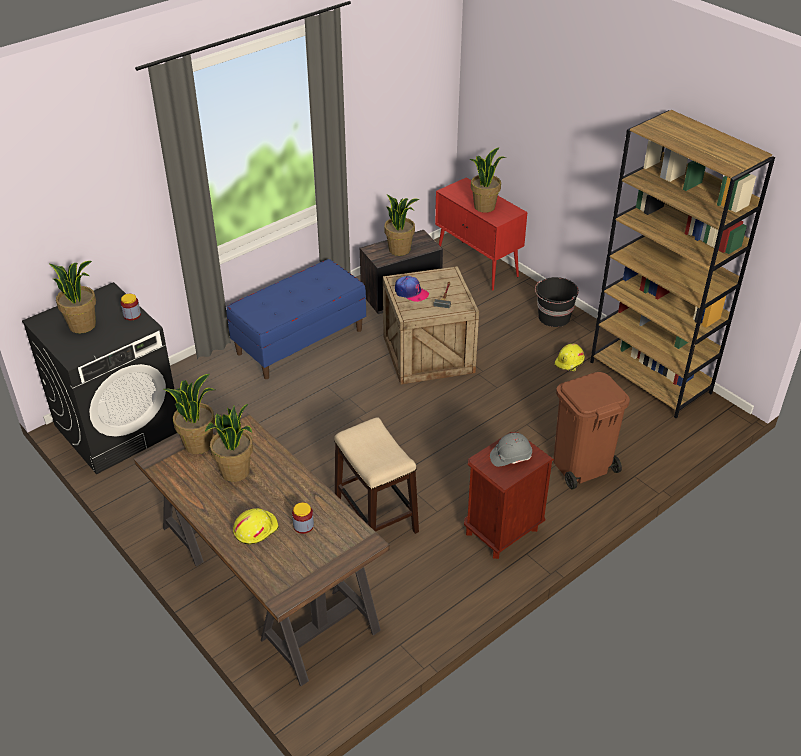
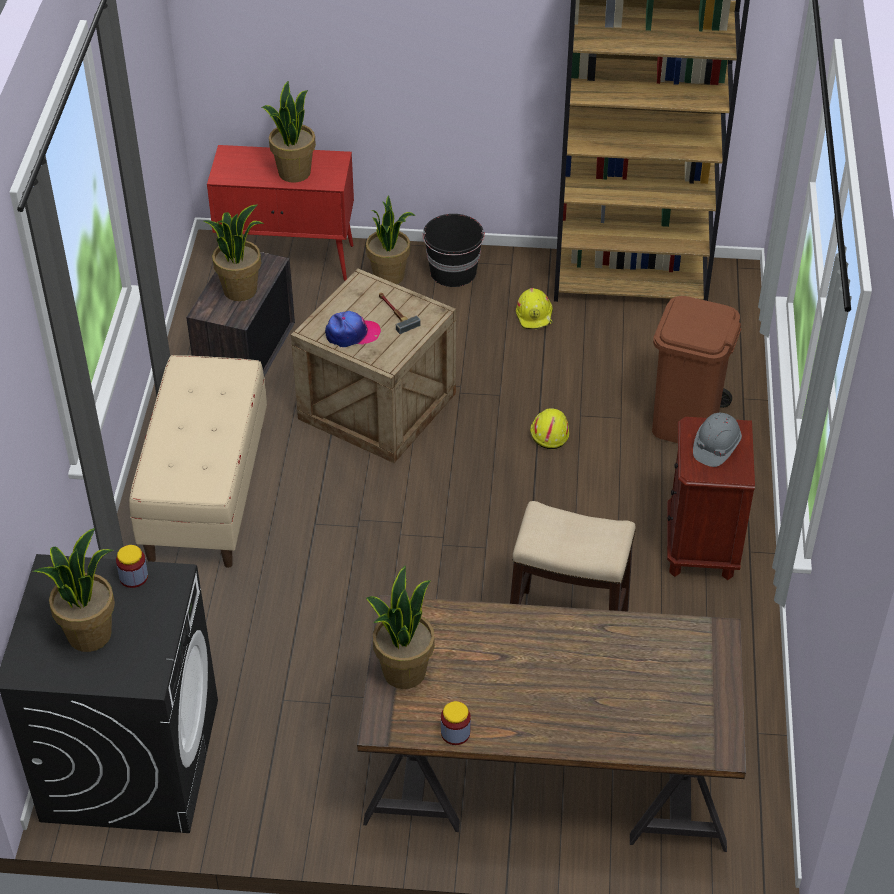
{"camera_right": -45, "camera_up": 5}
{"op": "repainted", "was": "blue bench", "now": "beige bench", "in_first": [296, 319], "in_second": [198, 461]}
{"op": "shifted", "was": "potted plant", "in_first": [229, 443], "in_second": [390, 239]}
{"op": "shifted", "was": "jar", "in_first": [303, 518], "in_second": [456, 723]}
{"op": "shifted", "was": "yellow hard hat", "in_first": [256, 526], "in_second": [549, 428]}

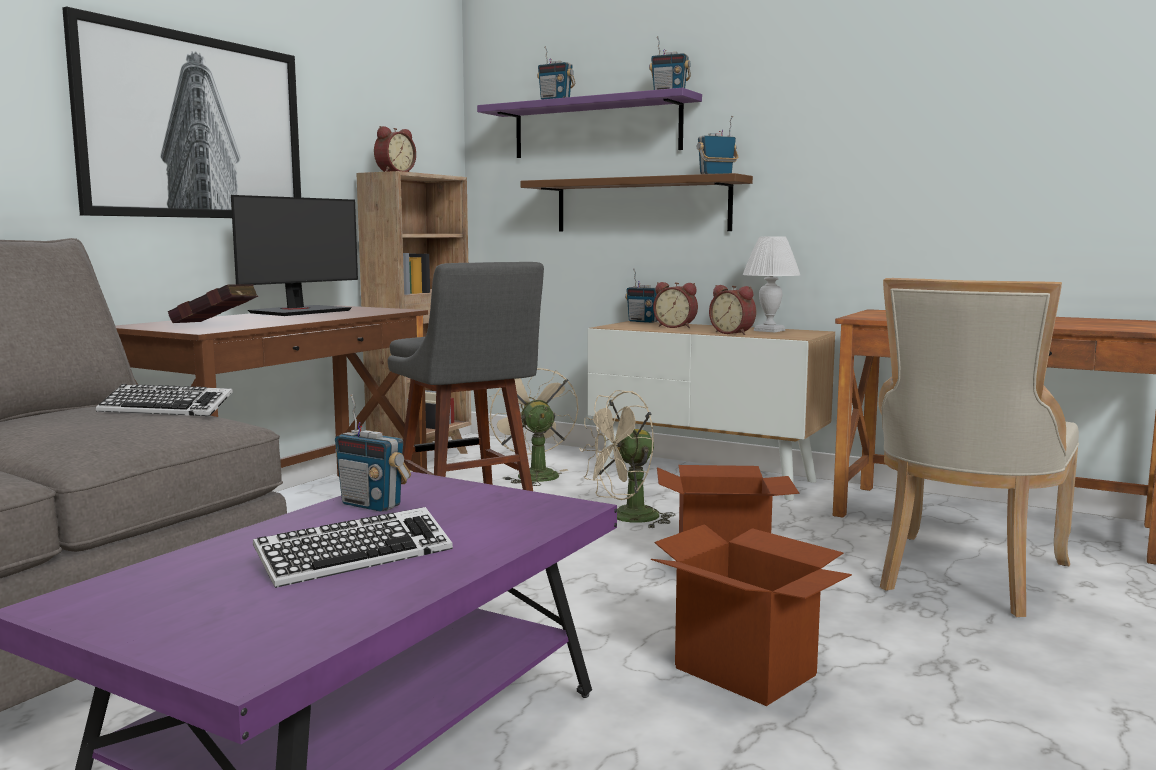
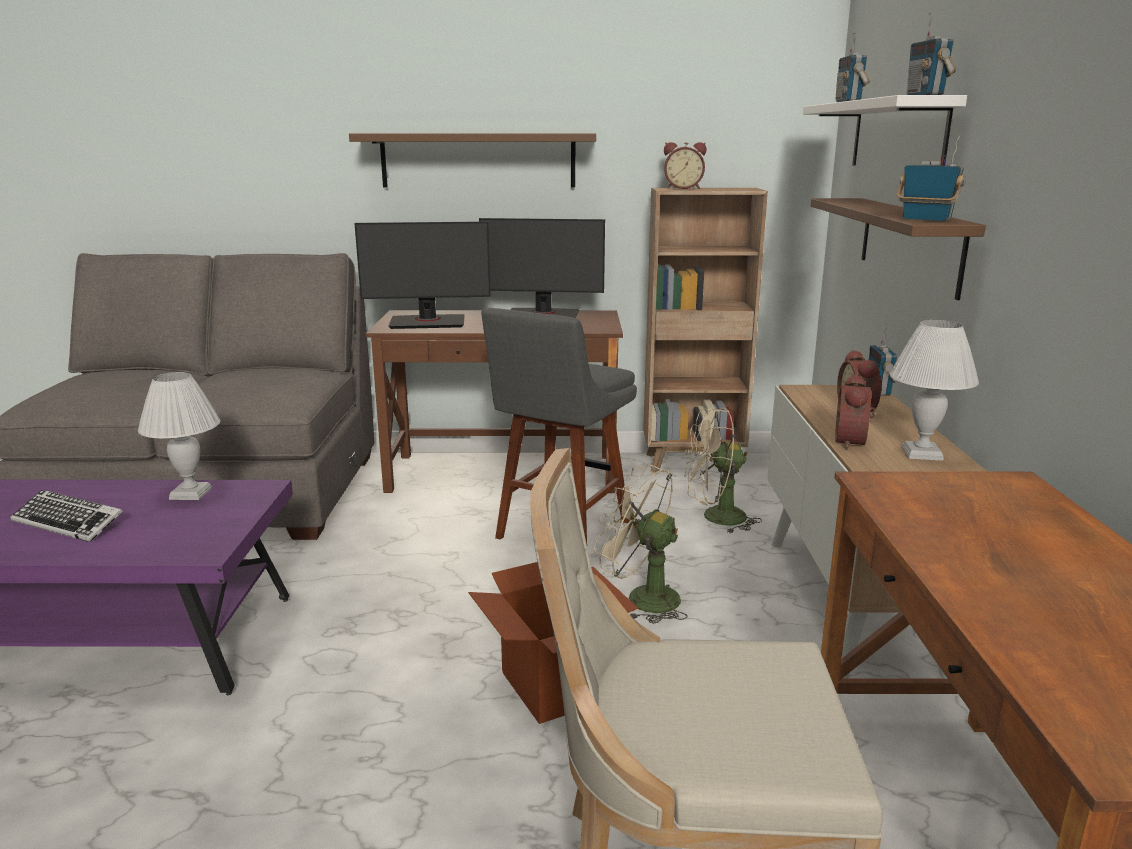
{"camera_right": 60, "camera_up": 10}
{"op": "swapped", "was": "radio", "now": "white table lamp", "in_first": [373, 453], "in_second": [179, 436]}
{"op": "swapped", "was": "picture", "now": "brown shelf", "in_first": [181, 112], "in_second": [472, 160]}
{"op": "swapped", "was": "red book", "now": "monitor", "in_first": [213, 303], "in_second": [423, 275]}
{"op": "rotated", "was": "beige fan", "in_first": [533, 427], "in_second": [723, 470], "clockwise": -135}
{"op": "repainted", "was": "purple shelf", "now": "white shelf", "in_first": [589, 123], "in_second": [885, 130]}
{"op": "gone", "was": "keyboard", "in_first": [164, 400]}
{"op": "gone", "was": "cardboard box", "in_first": [751, 615]}

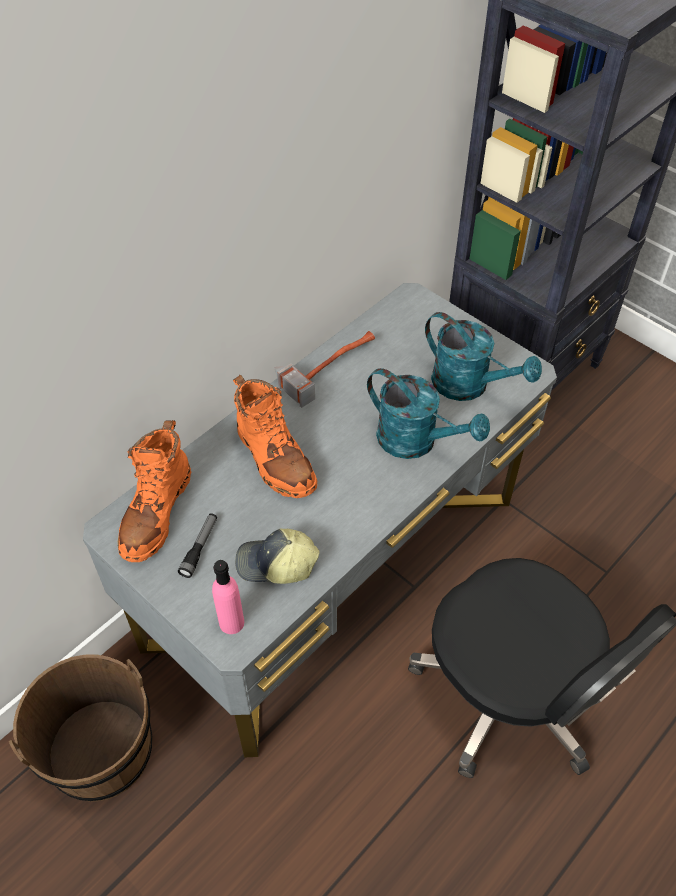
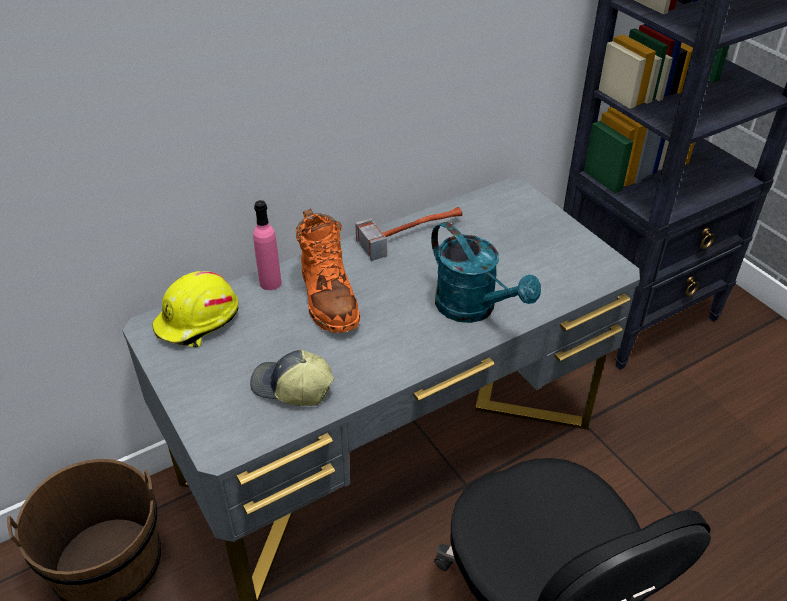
{"camera_right": 15, "camera_up": -10}
{"op": "swapped", "was": "orange boot", "now": "yellow hard hat", "in_first": [154, 491], "in_second": [195, 309]}
{"op": "shifted", "was": "pink bottle", "in_first": [228, 597], "in_second": [267, 245]}
{"op": "gone", "was": "flashlight", "in_first": [197, 545]}
{"op": "gone", "was": "turquoise watering can", "in_first": [483, 356]}

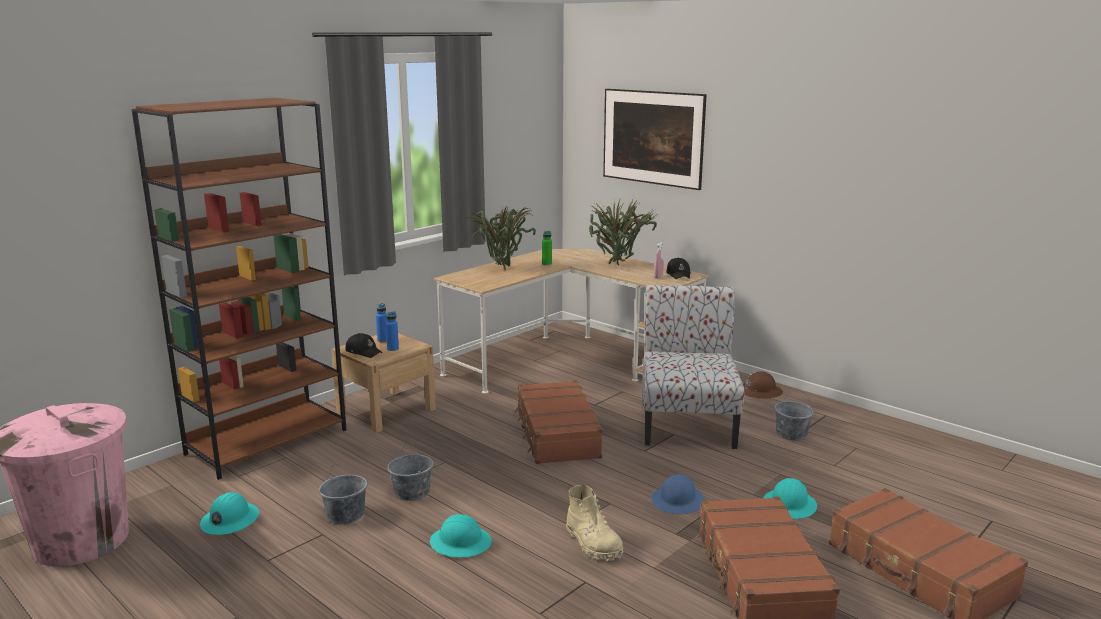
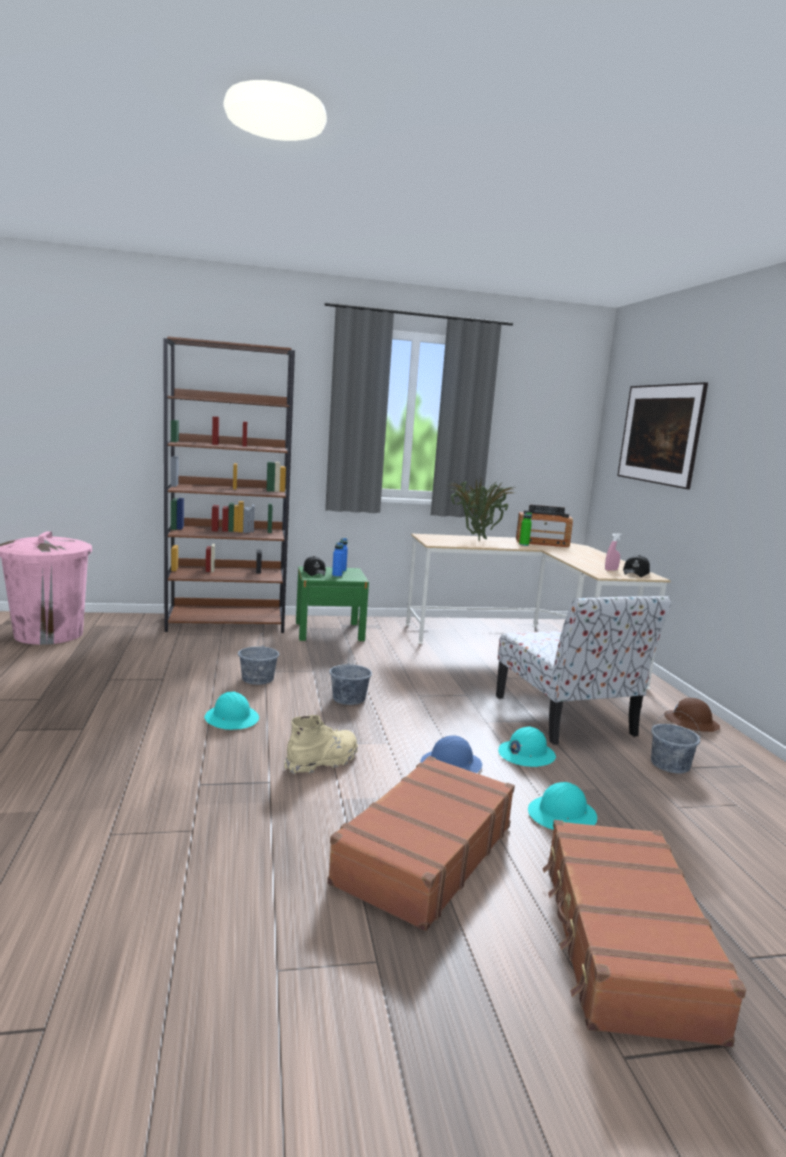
{"camera_right": 35, "camera_up": -5}
{"op": "rotated", "was": "beige boot", "in_first": [594, 523], "in_second": [321, 744], "clockwise": -135}
{"op": "repainted", "was": "beige nightstand", "now": "green nightstand", "in_first": [383, 383], "in_second": [332, 603]}
{"op": "shifted", "was": "grey bucket", "in_first": [343, 494], "in_second": [350, 678]}
{"op": "rotated", "was": "chair", "in_first": [693, 367], "in_second": [583, 670], "clockwise": 120}
{"op": "shifted", "was": "turquoise hard hat", "in_first": [229, 513], "in_second": [527, 747]}
{"op": "new", "now": "radio", "in_second": [544, 526]}
{"op": "gone", "was": "brown suitcase", "in_first": [558, 422]}
{"op": "gone", "was": "potted plant", "in_first": [623, 231]}

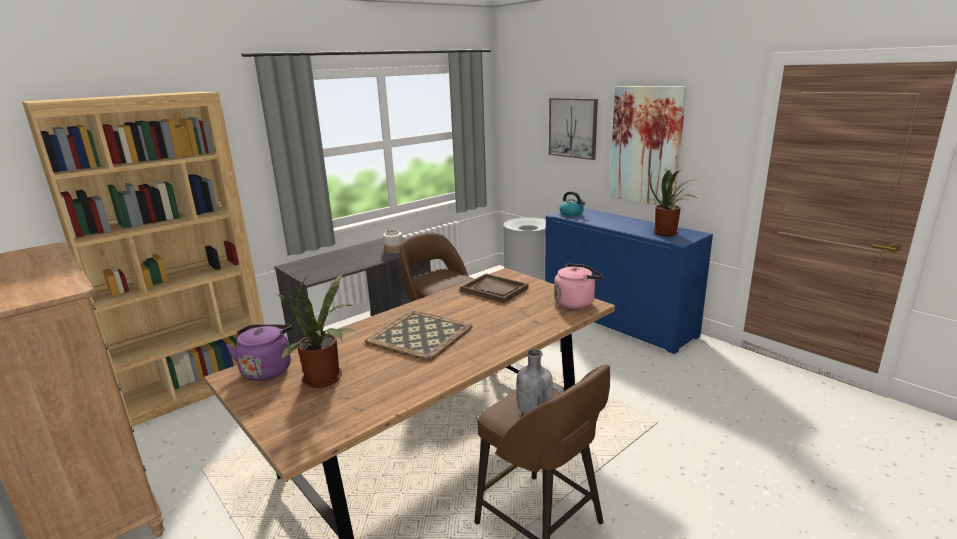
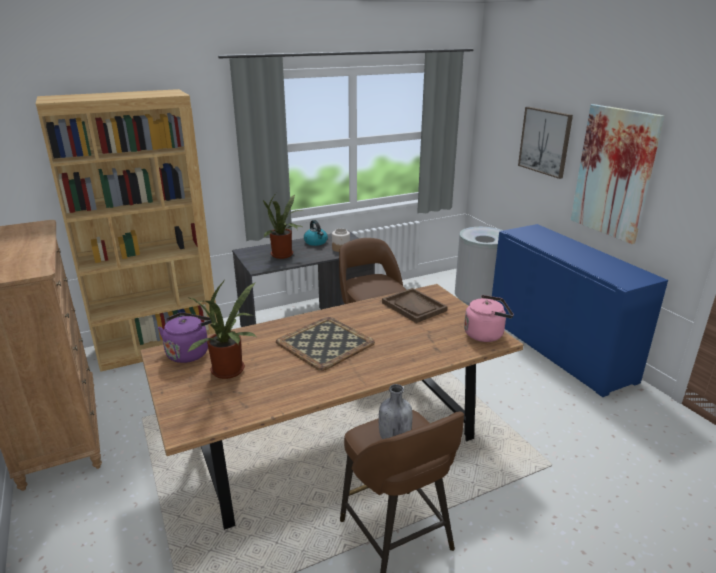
{"camera_right": 15, "camera_up": 5}
{"op": "shifted", "was": "potted plant", "in_first": [673, 202], "in_second": [283, 226]}
{"op": "shifted", "was": "kettle", "in_first": [572, 203], "in_second": [316, 233]}

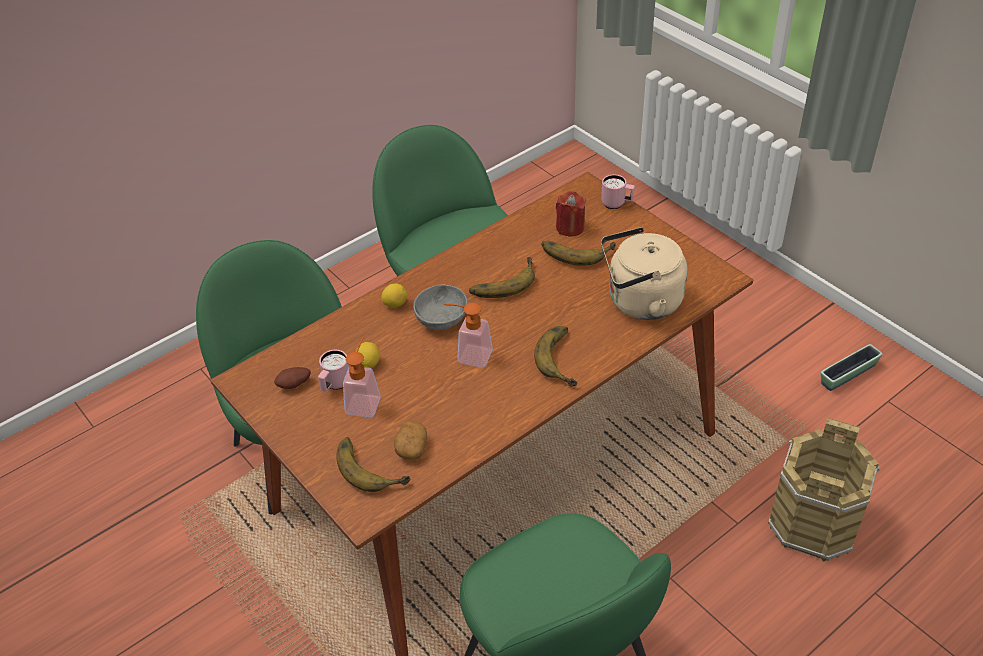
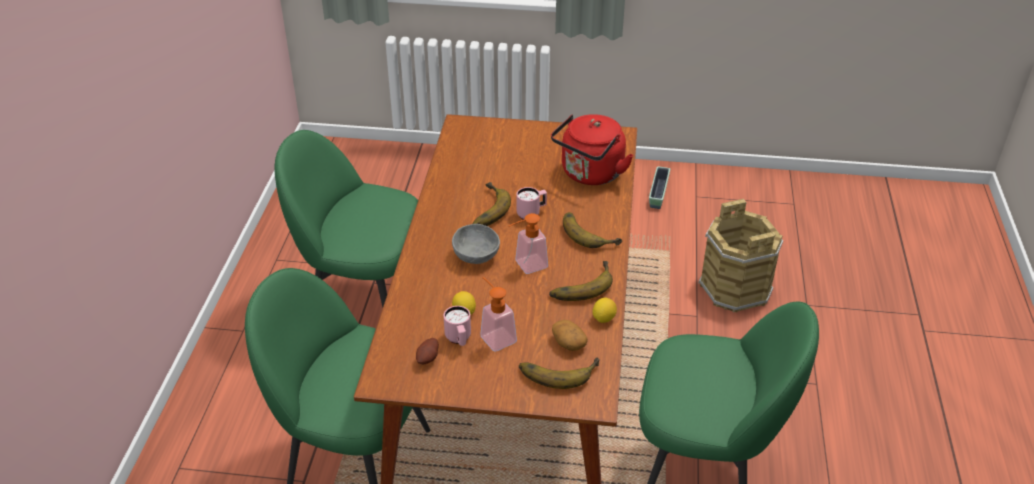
{"camera_right": -45, "camera_up": -5}
{"op": "shifted", "was": "pink mug", "in_first": [618, 192], "in_second": [531, 203]}
{"op": "shifted", "was": "banana", "in_first": [579, 253], "in_second": [581, 281]}
{"op": "repainted", "was": "beige kettle", "now": "red kettle", "in_first": [644, 273], "in_second": [592, 149]}
{"op": "shifted", "was": "lemon", "in_first": [394, 295], "in_second": [604, 310]}
{"op": "gone", "was": "red candle", "in_first": [571, 213]}

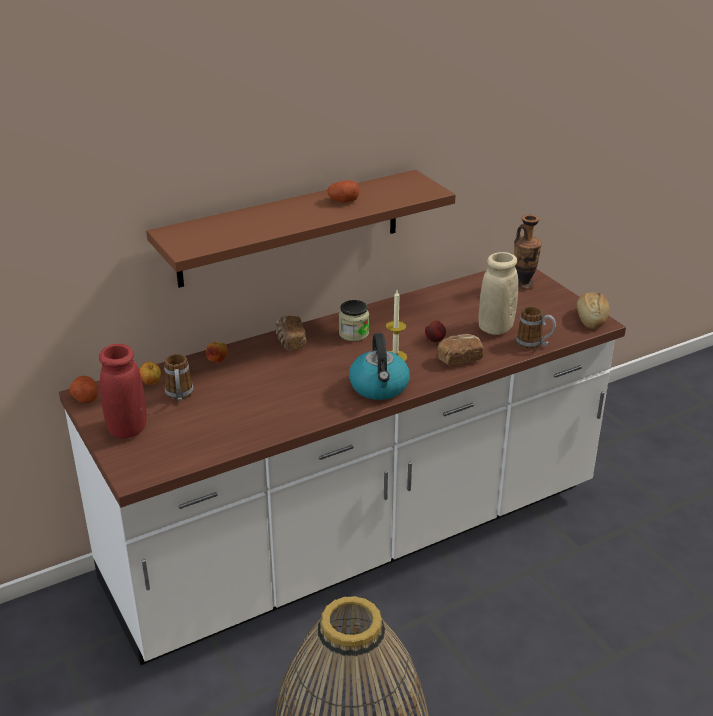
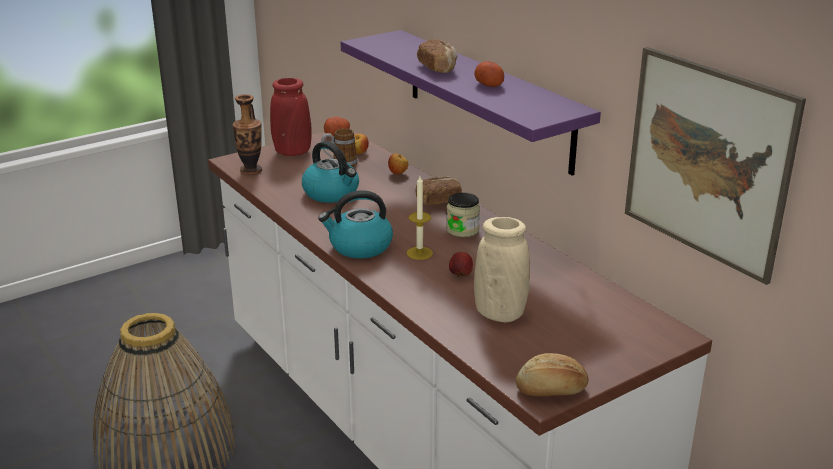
{"camera_right": 85, "camera_up": -5}
{"op": "shifted", "was": "vase", "in_first": [528, 252], "in_second": [247, 134]}
{"op": "new", "now": "kettle", "in_second": [330, 172]}
{"op": "repainted", "was": "brown shelf", "now": "purple shelf", "in_first": [301, 229], "in_second": [471, 103]}
{"op": "shifted", "was": "bread", "in_first": [460, 349], "in_second": [437, 56]}
{"op": "new", "now": "picture", "in_second": [715, 166]}
{"op": "gone", "was": "mug", "in_first": [536, 327]}

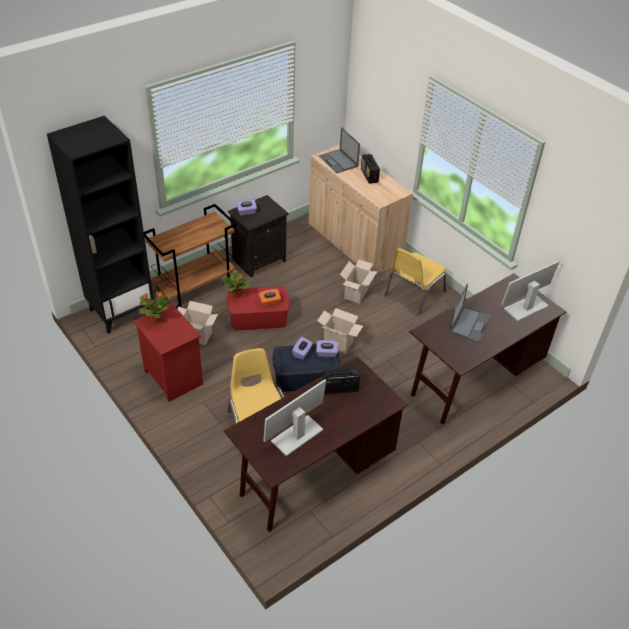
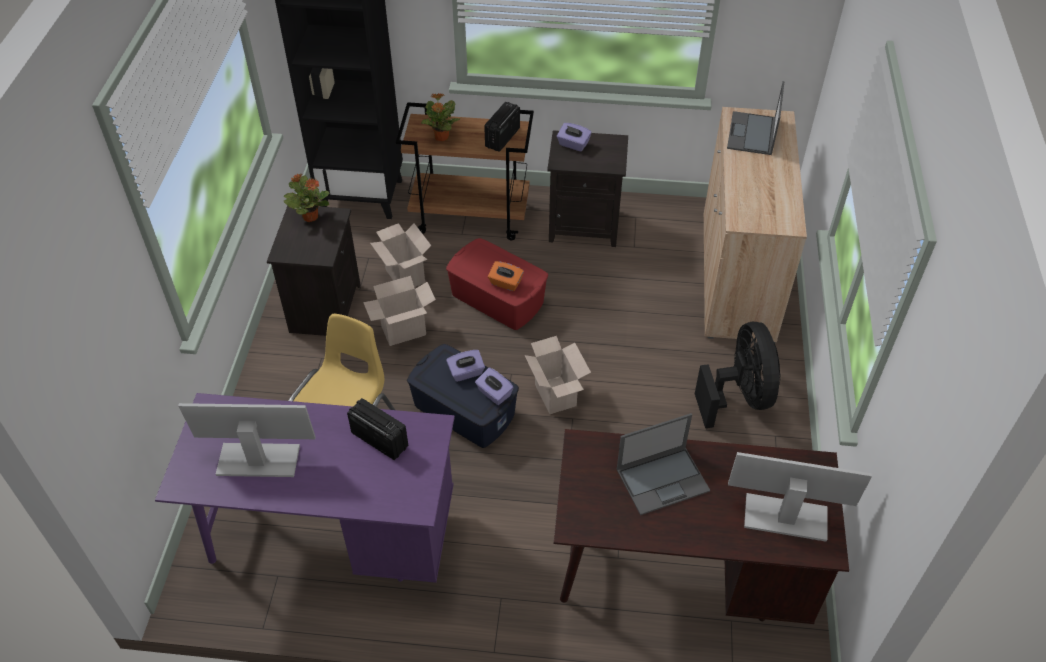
{"camera_right": 45, "camera_up": 5}
{"op": "repainted", "was": "brown desk", "now": "purple desk", "in_first": [316, 444], "in_second": [305, 488]}
{"op": "repainted", "was": "red nightstand", "now": "black nightstand", "in_first": [168, 353], "in_second": [313, 271]}
{"op": "shifted", "was": "cardboard box", "in_first": [358, 281], "in_second": [399, 311]}
{"op": "shifted", "was": "potted plant", "in_first": [236, 283], "in_second": [440, 117]}
{"op": "shifted", "was": "radio", "in_first": [370, 169], "in_second": [502, 127]}
{"op": "swapped", "was": "yellow chair", "now": "black fan", "in_first": [415, 281], "in_second": [738, 375]}

